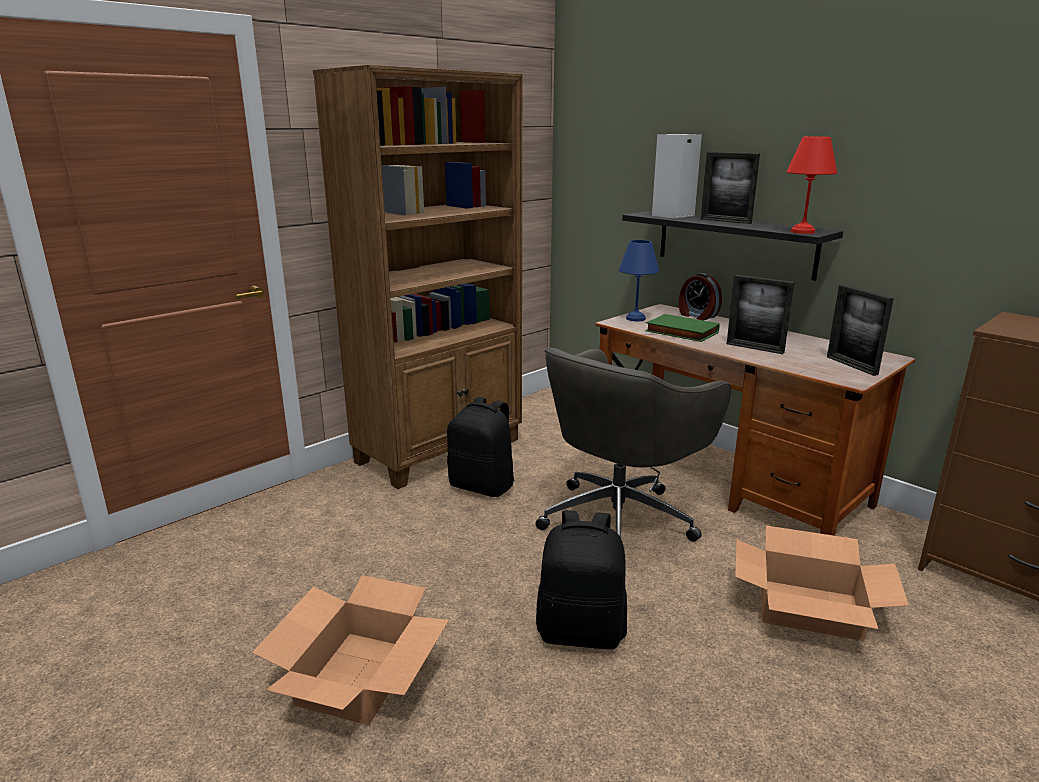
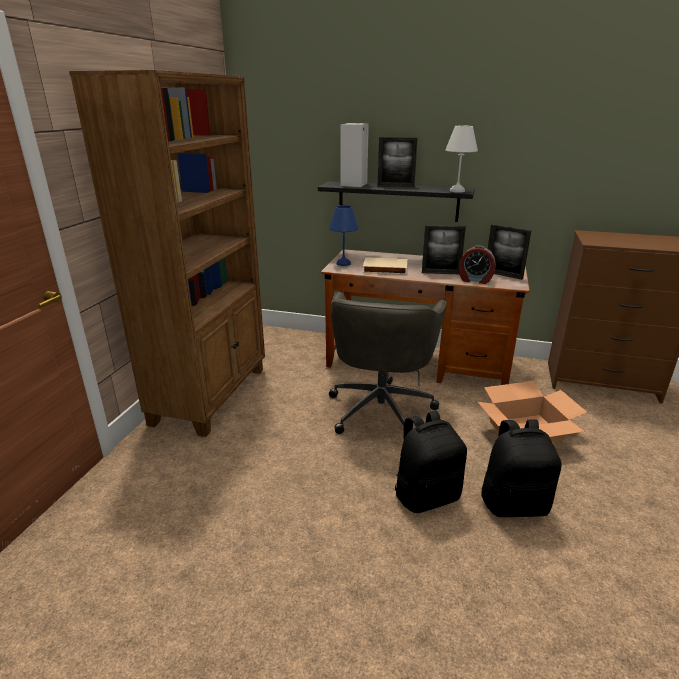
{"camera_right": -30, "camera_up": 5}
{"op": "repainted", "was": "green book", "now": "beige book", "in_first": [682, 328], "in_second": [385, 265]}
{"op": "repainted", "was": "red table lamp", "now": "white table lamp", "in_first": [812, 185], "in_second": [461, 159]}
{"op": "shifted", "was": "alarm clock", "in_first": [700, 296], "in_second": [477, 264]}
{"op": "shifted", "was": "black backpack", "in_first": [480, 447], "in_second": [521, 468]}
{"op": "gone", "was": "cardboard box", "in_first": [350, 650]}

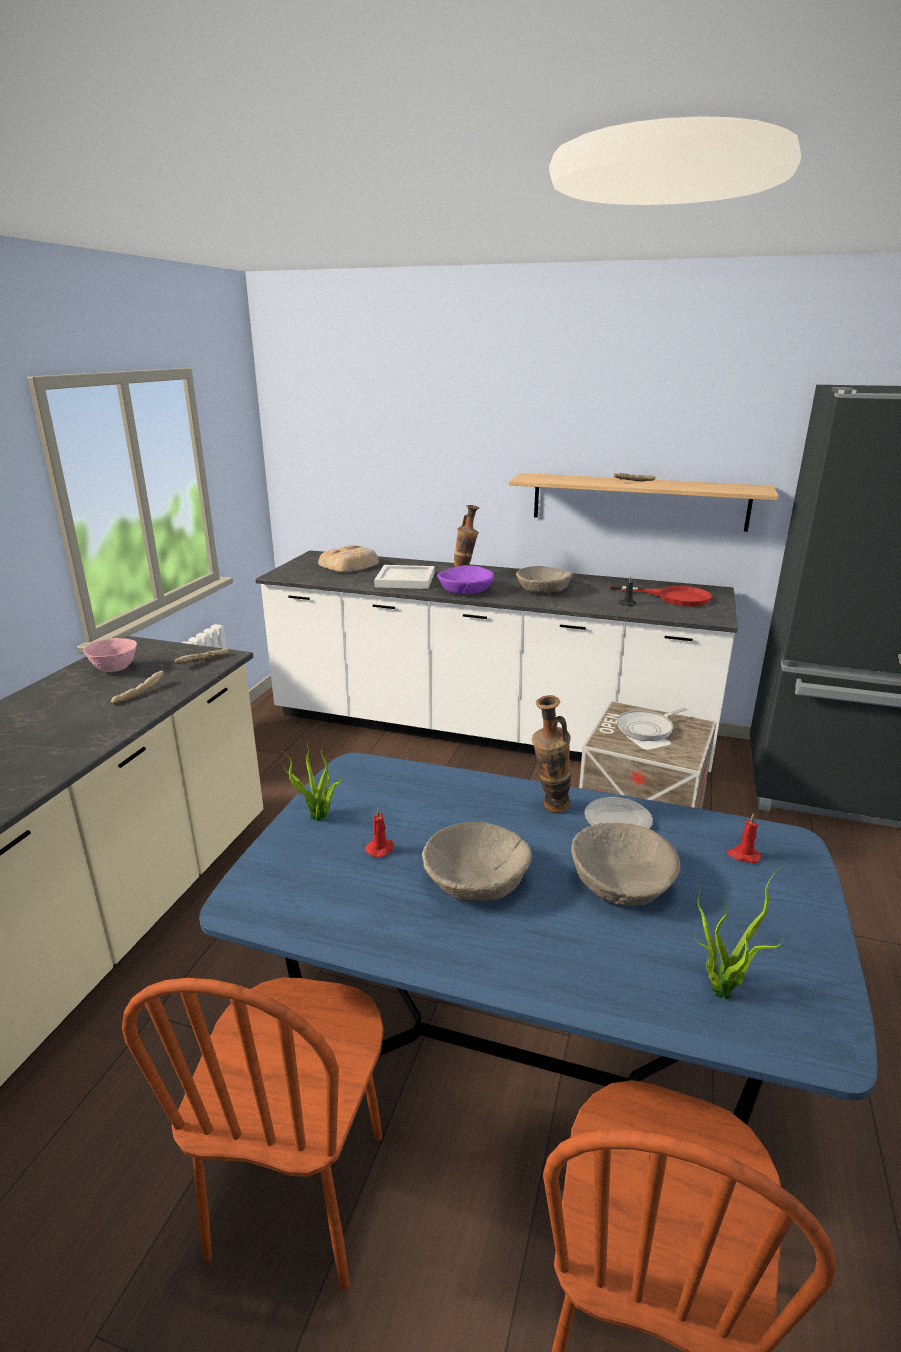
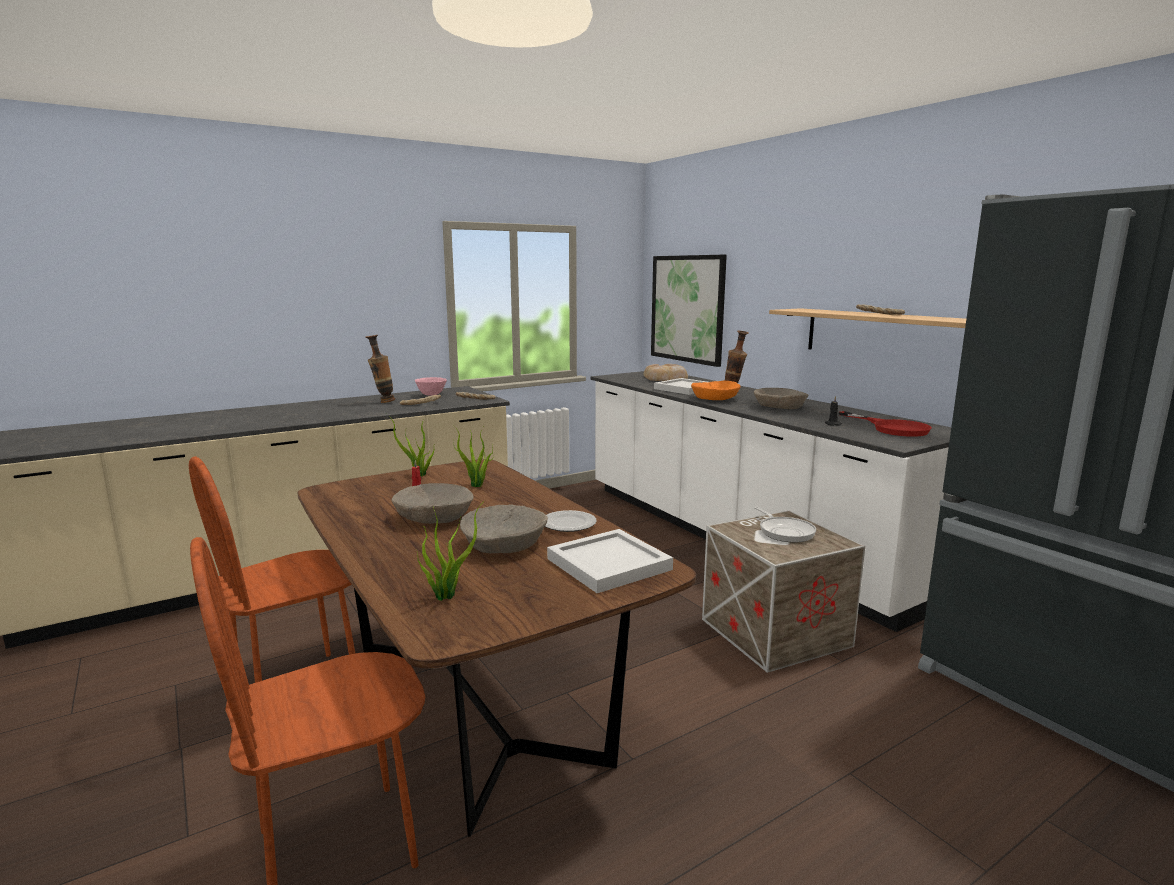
{"camera_right": 40, "camera_up": -10}
{"op": "repainted", "was": "blue dining table", "now": "brown dining table", "in_first": [538, 938], "in_second": [496, 648]}
{"op": "shifted", "was": "vase", "in_first": [551, 754], "in_second": [380, 369]}
{"op": "new", "now": "potted plant", "in_second": [473, 456]}
{"op": "swapped", "was": "red candle", "now": "white tray", "in_first": [744, 838], "in_second": [610, 561]}
{"op": "new", "now": "picture", "in_second": [689, 311]}
{"op": "repainted", "was": "purple bowl", "now": "orange bowl", "in_first": [465, 579], "in_second": [715, 390]}
{"op": "rotated", "was": "frying pan", "in_first": [652, 724], "in_second": [785, 525], "clockwise": -120}

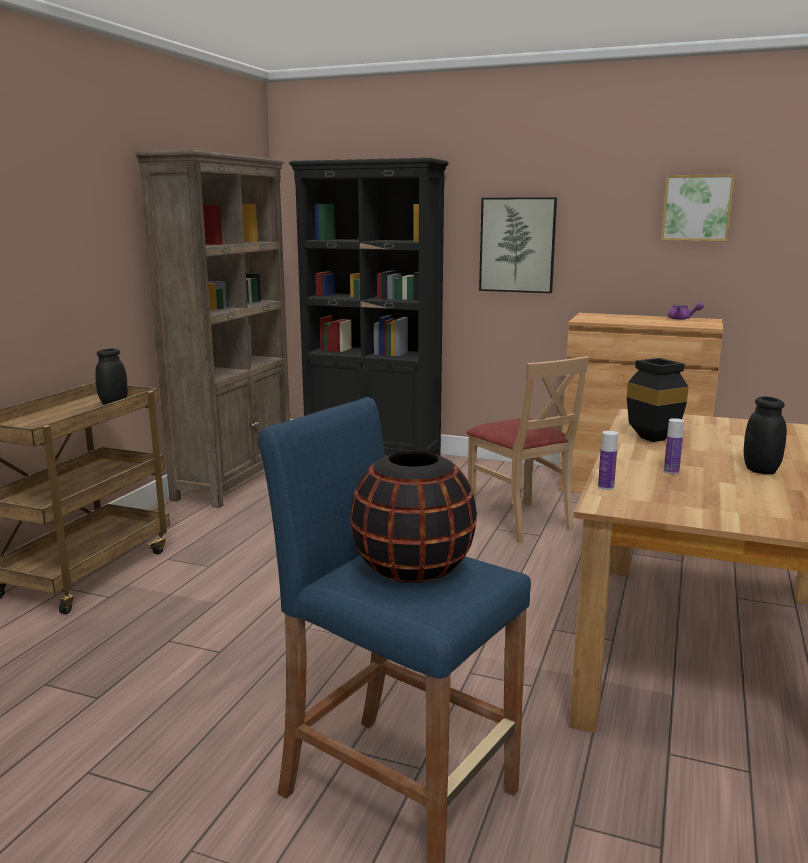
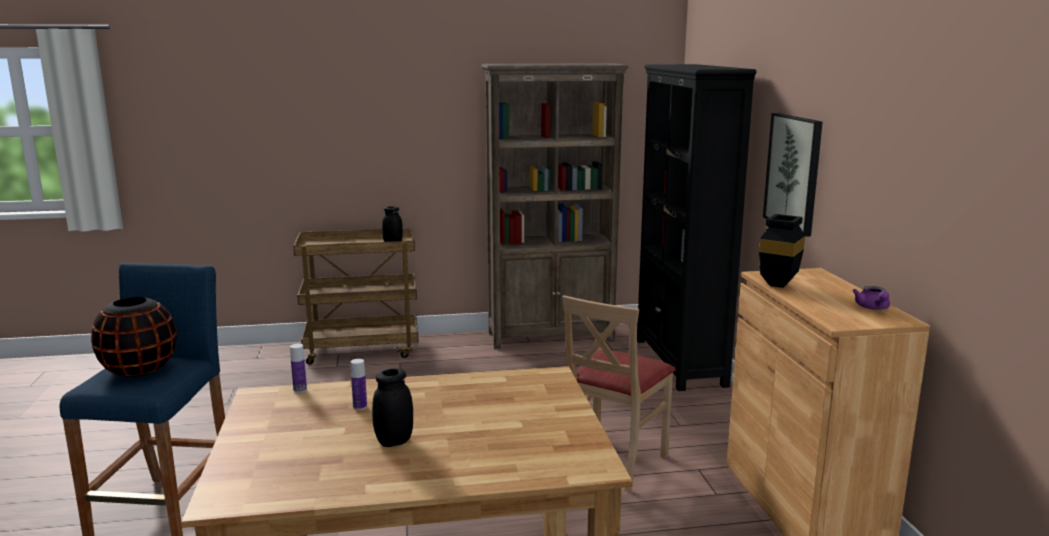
{"camera_right": 60, "camera_up": 0}
{"op": "shifted", "was": "black vase", "in_first": [658, 400], "in_second": [782, 251]}
{"op": "gone", "was": "picture", "in_first": [698, 207]}

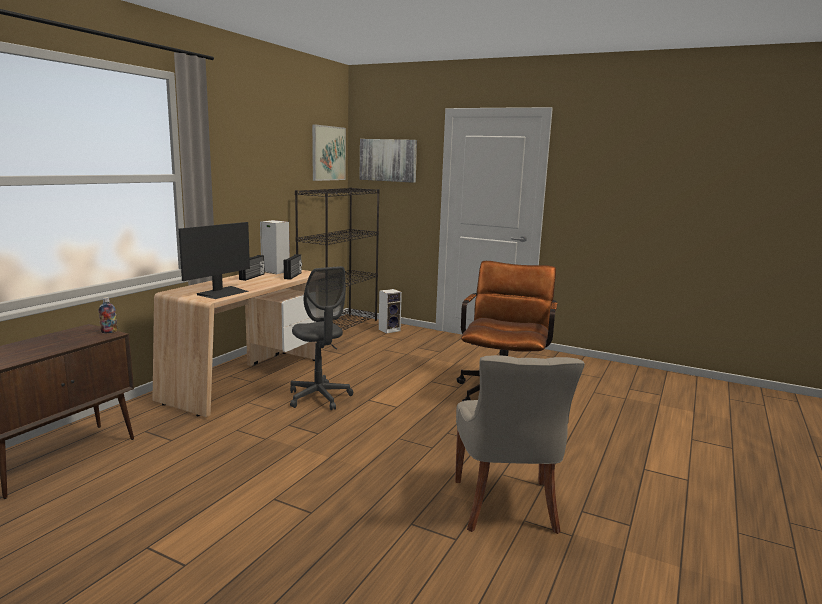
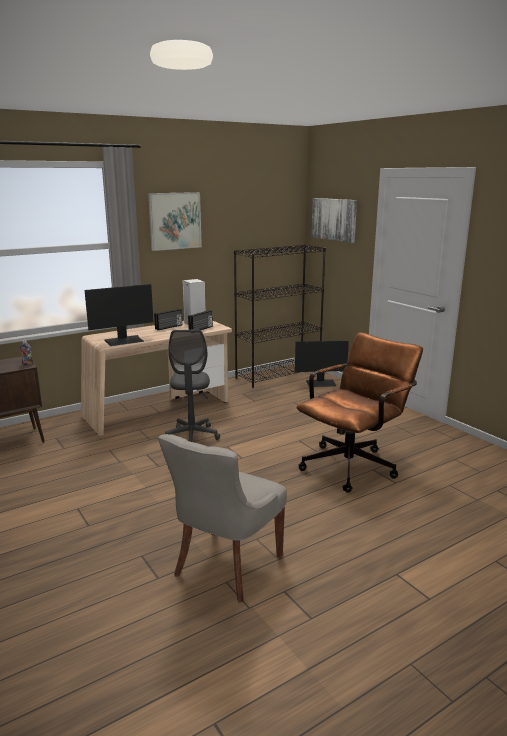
{"camera_right": 30, "camera_up": 5}
{"op": "shifted", "was": "picture", "in_first": [329, 152], "in_second": [175, 221]}
{"op": "swapped", "was": "speaker", "now": "monitor", "in_first": [390, 311], "in_second": [322, 363]}

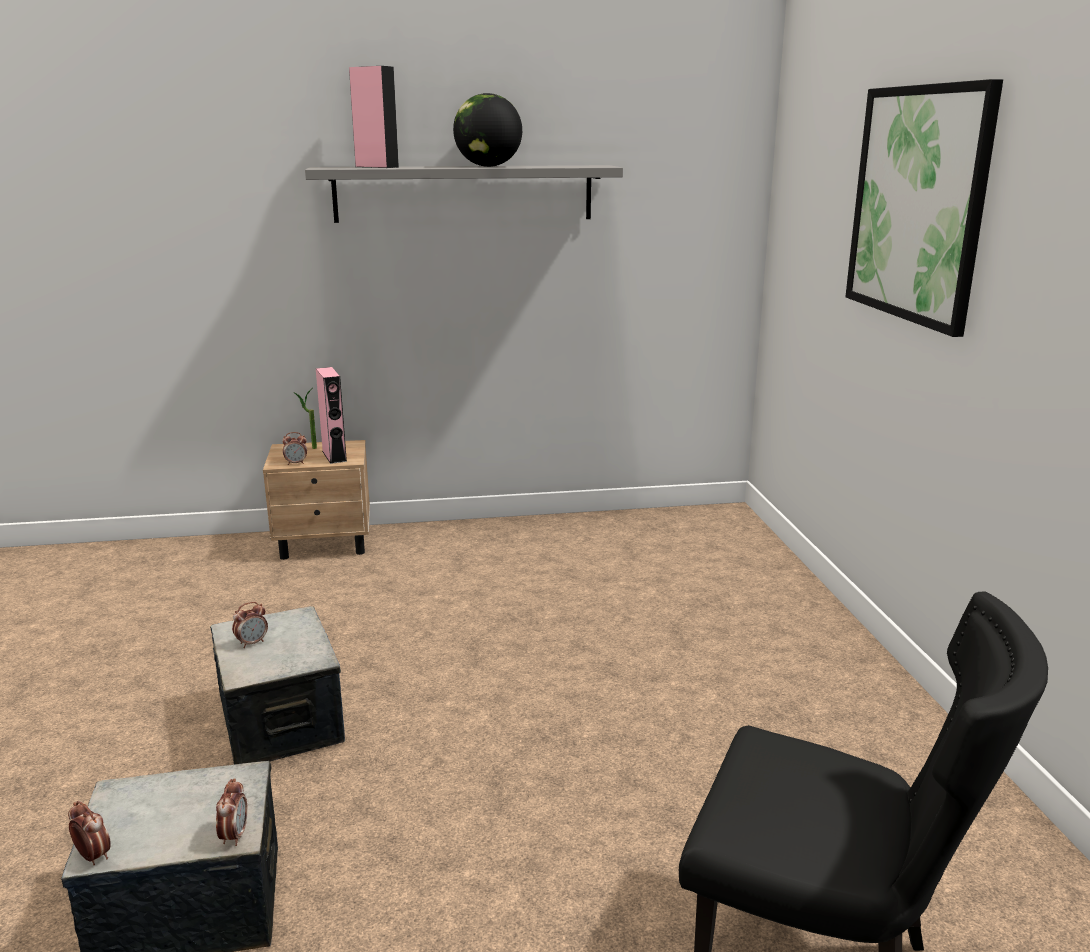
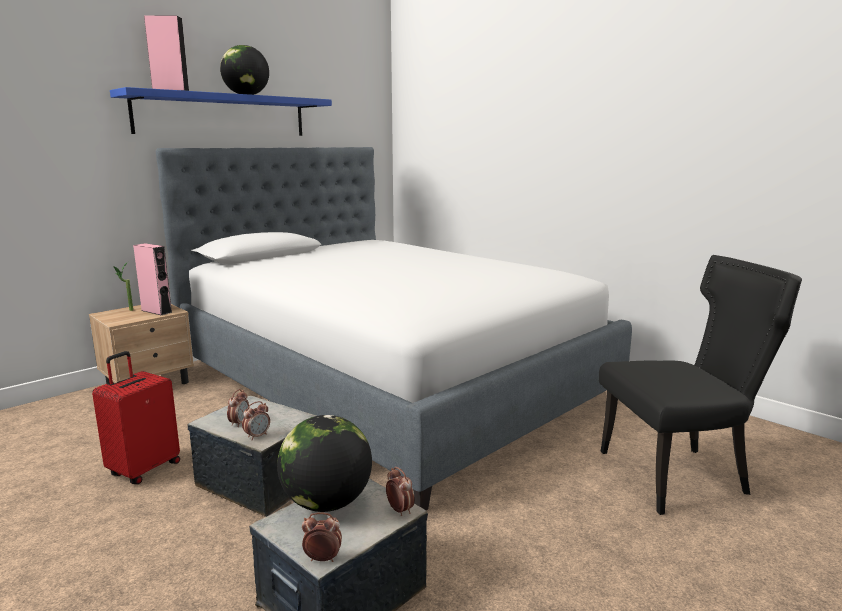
{"camera_right": -35, "camera_up": -5}
{"op": "new", "now": "red suitcase", "in_second": [136, 417]}
{"op": "repainted", "was": "grey shelf", "now": "blue shelf", "in_first": [464, 194], "in_second": [221, 111]}
{"op": "new", "now": "bed", "in_second": [394, 328]}
{"op": "shifted", "was": "alarm clock", "in_first": [294, 448], "in_second": [256, 420]}
{"op": "new", "now": "globe", "in_second": [324, 463]}
{"op": "gone", "was": "picture", "in_first": [924, 208]}

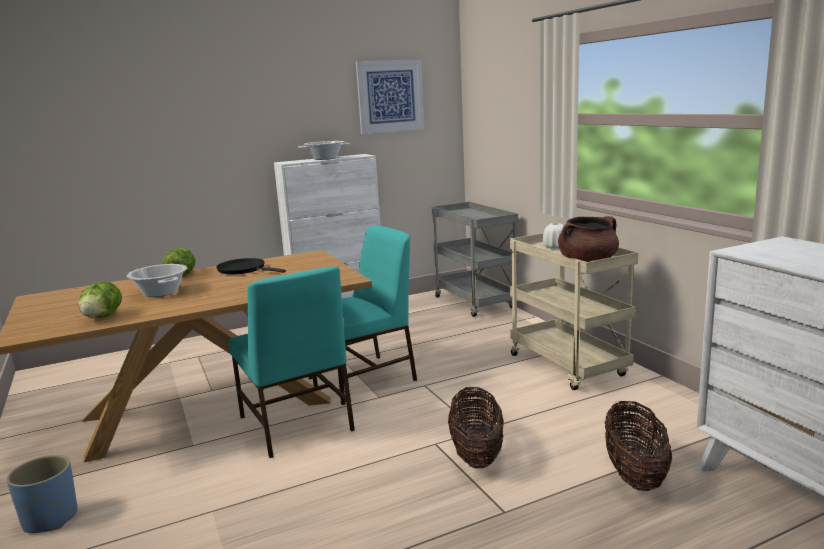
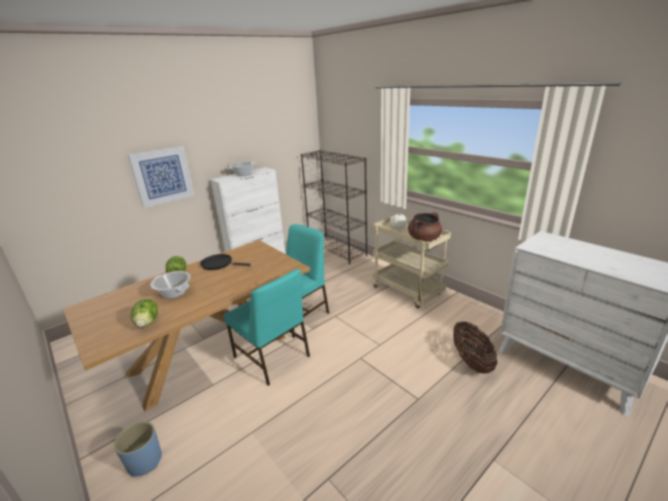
{"camera_right": -15, "camera_up": 10}
{"op": "shifted", "was": "picture", "in_first": [390, 96], "in_second": [161, 177]}
{"op": "swapped", "was": "grey cart", "now": "black bookcase", "in_first": [475, 259], "in_second": [334, 207]}
{"op": "gone", "was": "basket", "in_first": [476, 427]}

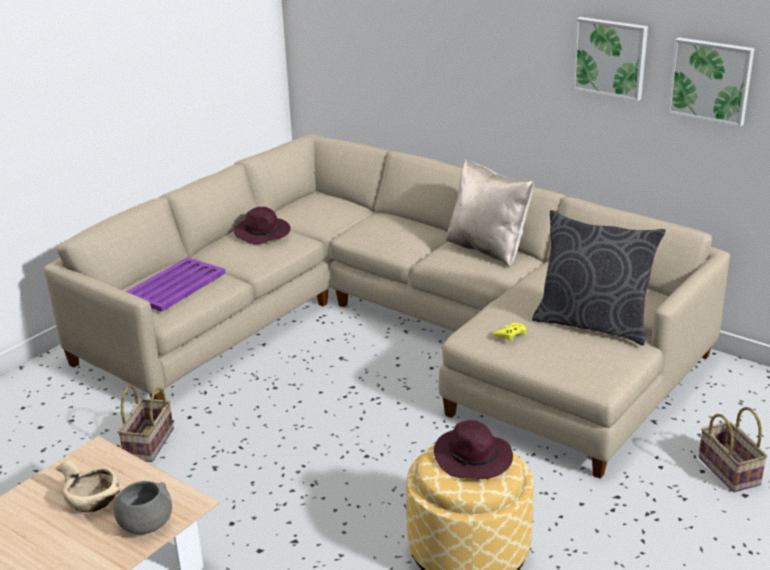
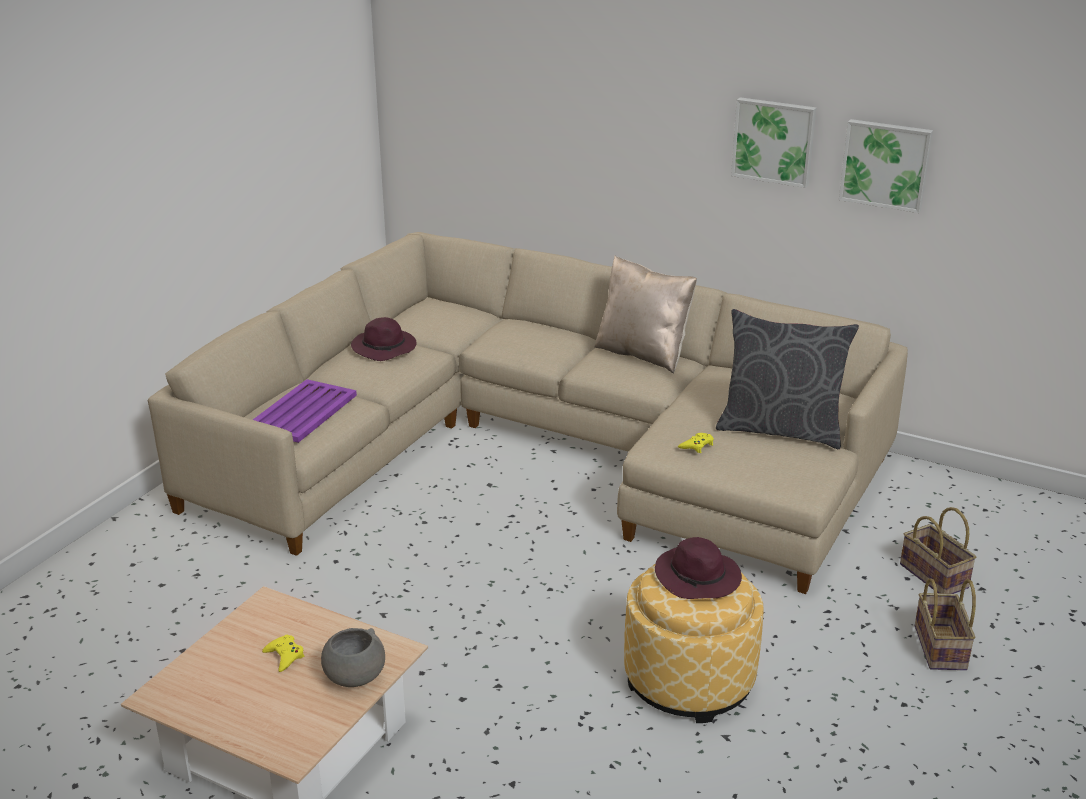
{"camera_right": -10, "camera_up": 0}
{"op": "swapped", "was": "beige bowl", "now": "yellow game controller", "in_first": [88, 486], "in_second": [283, 653]}
{"op": "shifted", "was": "basket", "in_first": [146, 423], "in_second": [945, 624]}

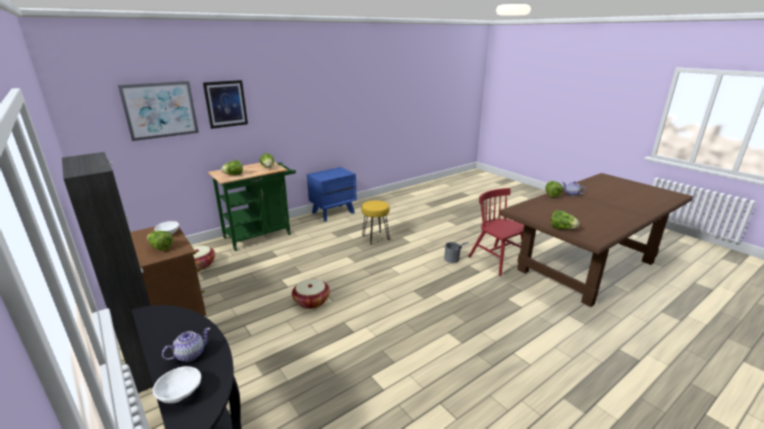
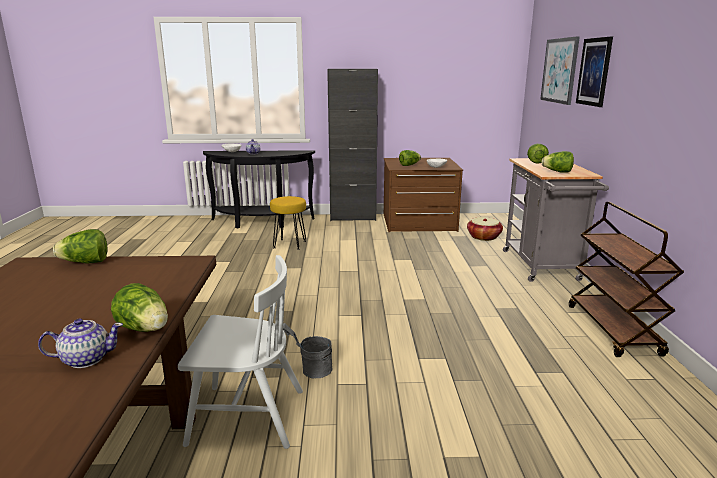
{"camera_right": 125, "camera_up": -5}
{"op": "repainted", "was": "red chair", "now": "white chair", "in_first": [496, 232], "in_second": [240, 352]}
{"op": "shifted", "was": "yellow stool", "in_first": [375, 222], "in_second": [288, 223]}
{"op": "repainted", "was": "green cart", "now": "grey cart", "in_first": [252, 206], "in_second": [556, 220]}
{"op": "swapped", "was": "blue nightstand", "now": "brown cart", "in_first": [332, 194], "in_second": [626, 279]}
{"op": "gone", "was": "basket", "in_first": [311, 294]}

